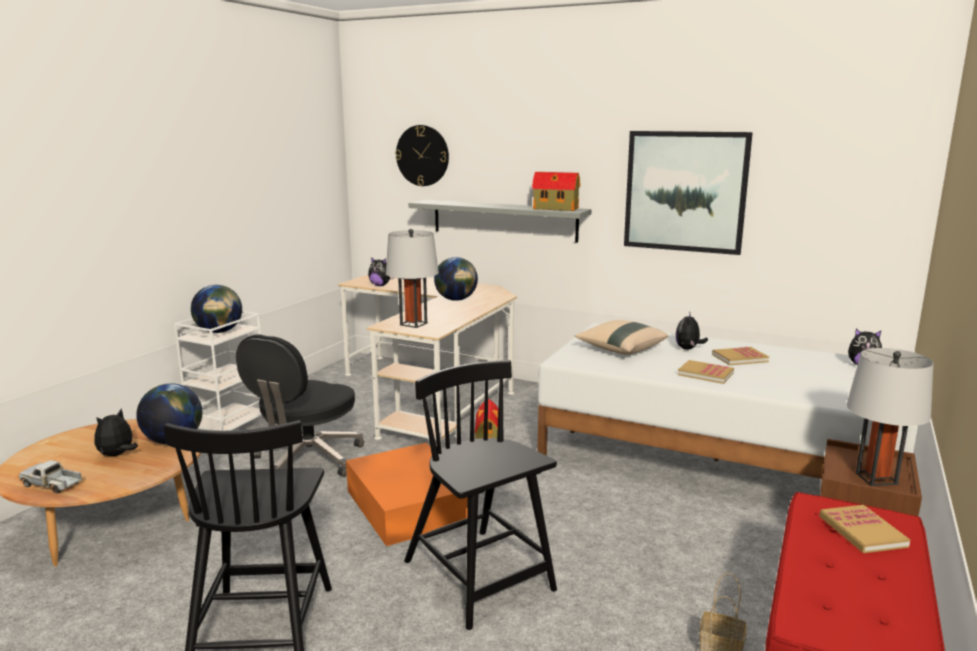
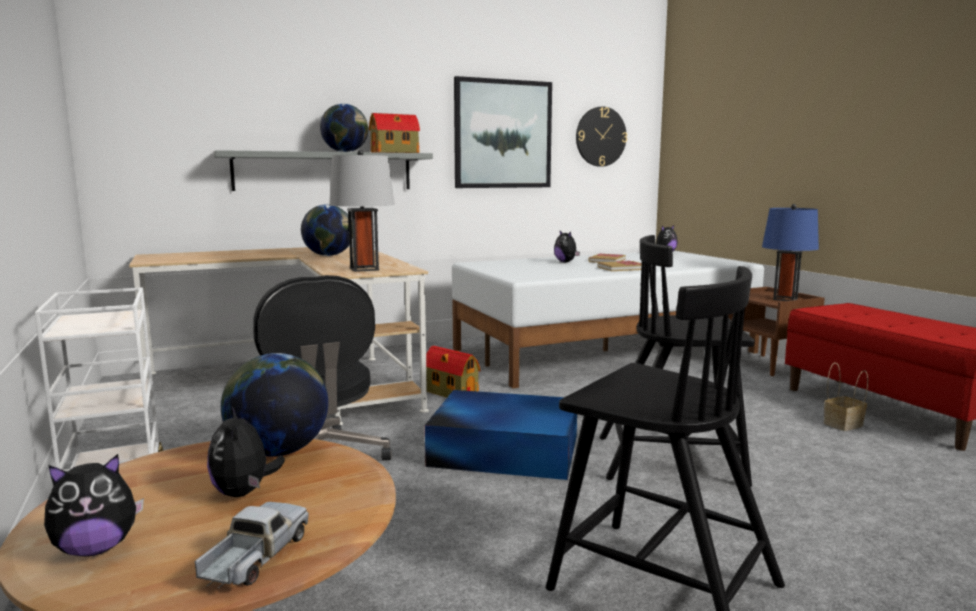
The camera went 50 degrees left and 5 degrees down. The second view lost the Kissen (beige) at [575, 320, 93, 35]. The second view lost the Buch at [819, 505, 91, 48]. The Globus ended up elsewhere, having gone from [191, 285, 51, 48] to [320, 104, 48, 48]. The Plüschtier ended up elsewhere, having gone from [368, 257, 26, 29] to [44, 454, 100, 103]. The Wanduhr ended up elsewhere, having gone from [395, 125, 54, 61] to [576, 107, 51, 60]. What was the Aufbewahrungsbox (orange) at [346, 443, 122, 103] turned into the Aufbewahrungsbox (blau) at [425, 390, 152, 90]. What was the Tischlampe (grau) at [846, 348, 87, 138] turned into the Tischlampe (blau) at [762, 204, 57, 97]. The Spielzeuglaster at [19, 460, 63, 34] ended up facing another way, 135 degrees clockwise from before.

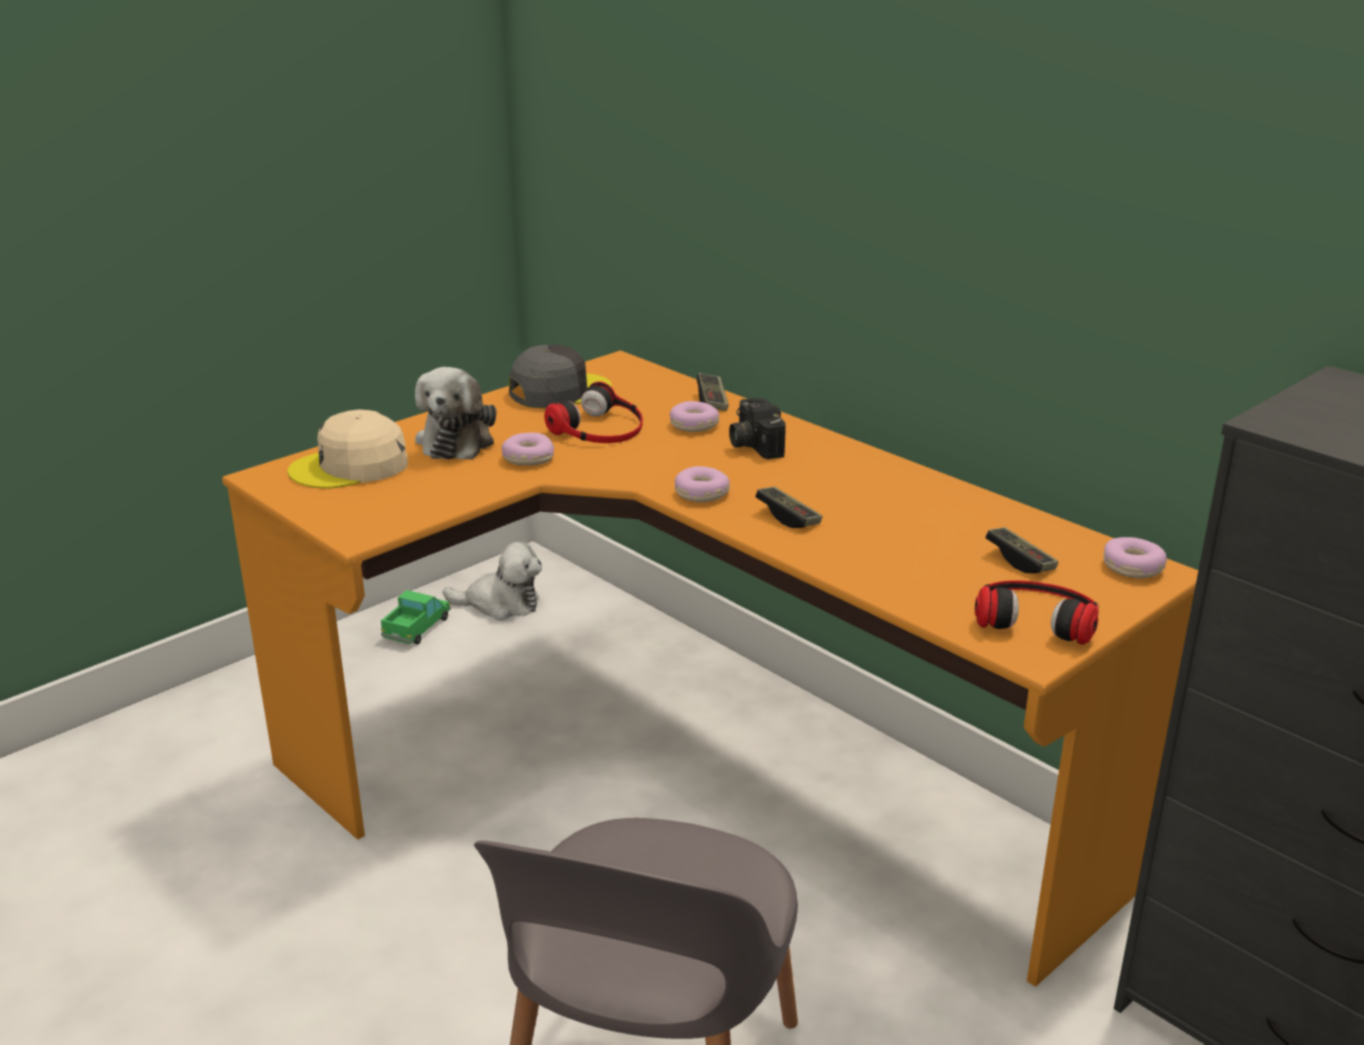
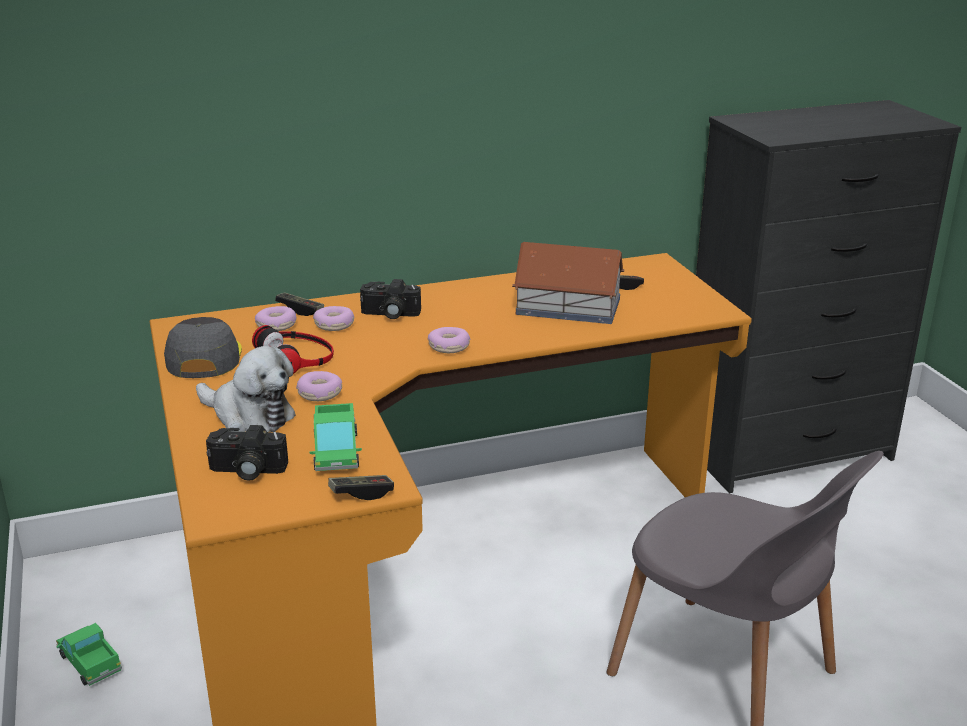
The camera went 65 degrees left and 0 degrees up. The second view lost the Plüschtier at [443, 542, 99, 79]. The second view lost the Kopfhörer at [975, 580, 124, 65]. The second view gained the Spielzeuglaster at [310, 403, 52, 68]. The second view gained the Spielzeughaus at [512, 242, 112, 82]. The Gamepad ended up elsewhere, having gone from [755, 487, 68, 41] to [328, 475, 66, 25]. The Donut ended up elsewhere, having gone from [1103, 537, 65, 41] to [255, 306, 42, 25]. Where the Kappe (beige) stood at [288, 409, 120, 80], the Kamera came to stand at [206, 425, 82, 56].

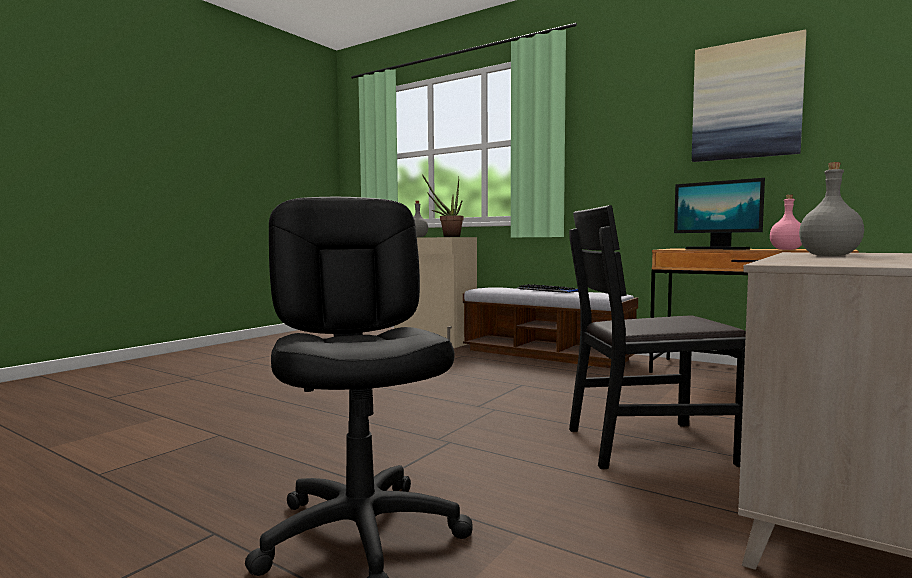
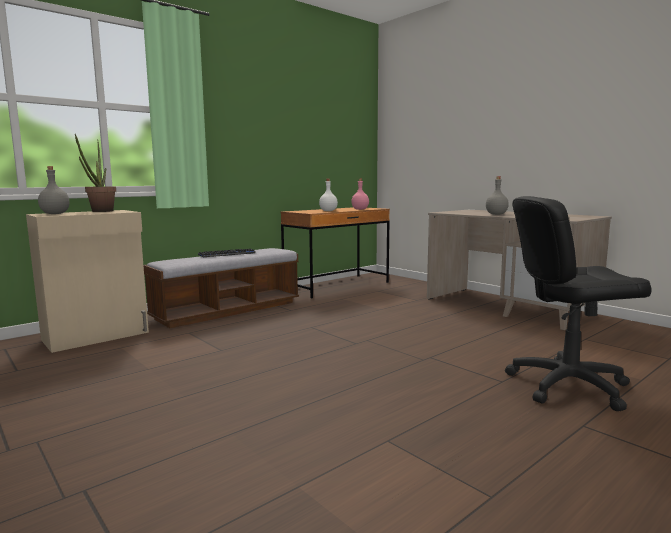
The camera went 75 degrees left and 5 degrees up. The second view lost the Stuhl (schwarz) at [569, 205, 177, 264]. The second view lost the Bild at [692, 30, 115, 132]. Where the Monitor stood at [674, 178, 91, 72], the Flasche (weiß) came to stand at [319, 179, 19, 32].

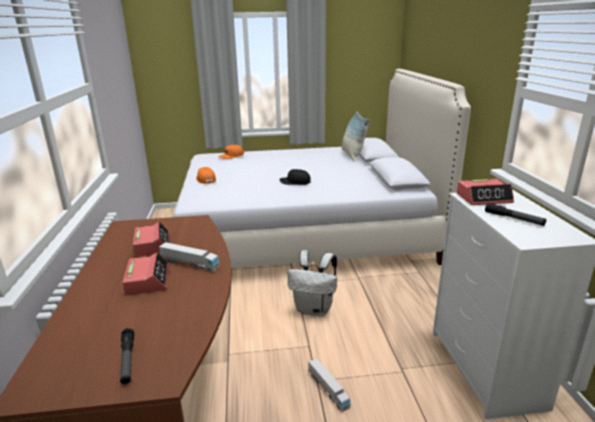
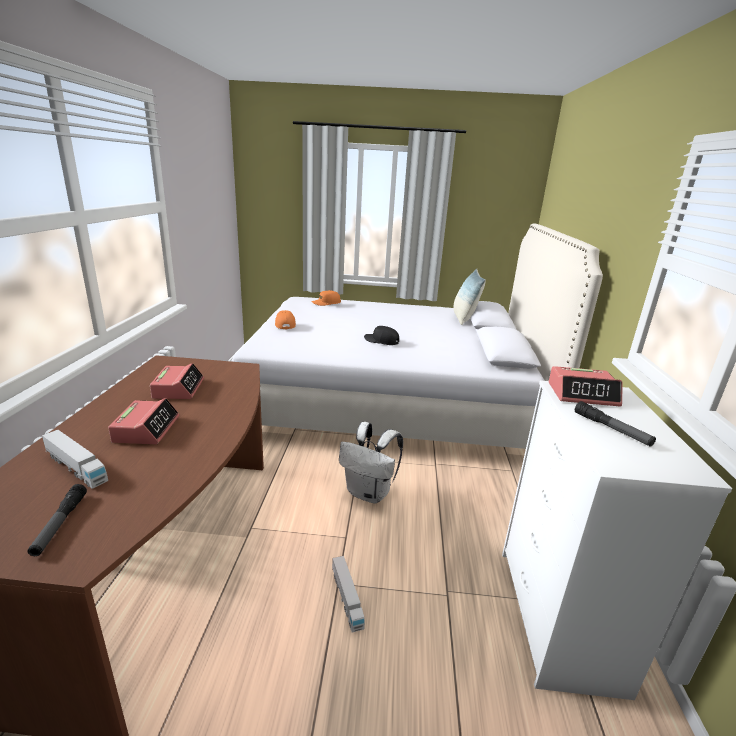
The camera went 10 degrees right and 0 degrees up. The Spielzeuglaster ended up elsewhere, having gone from [159, 242, 61, 30] to [42, 430, 66, 59].

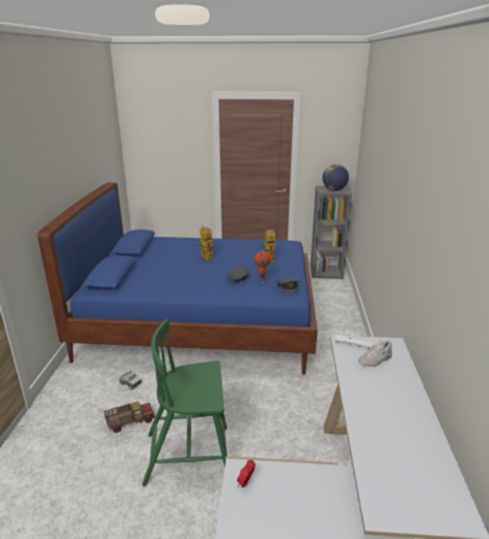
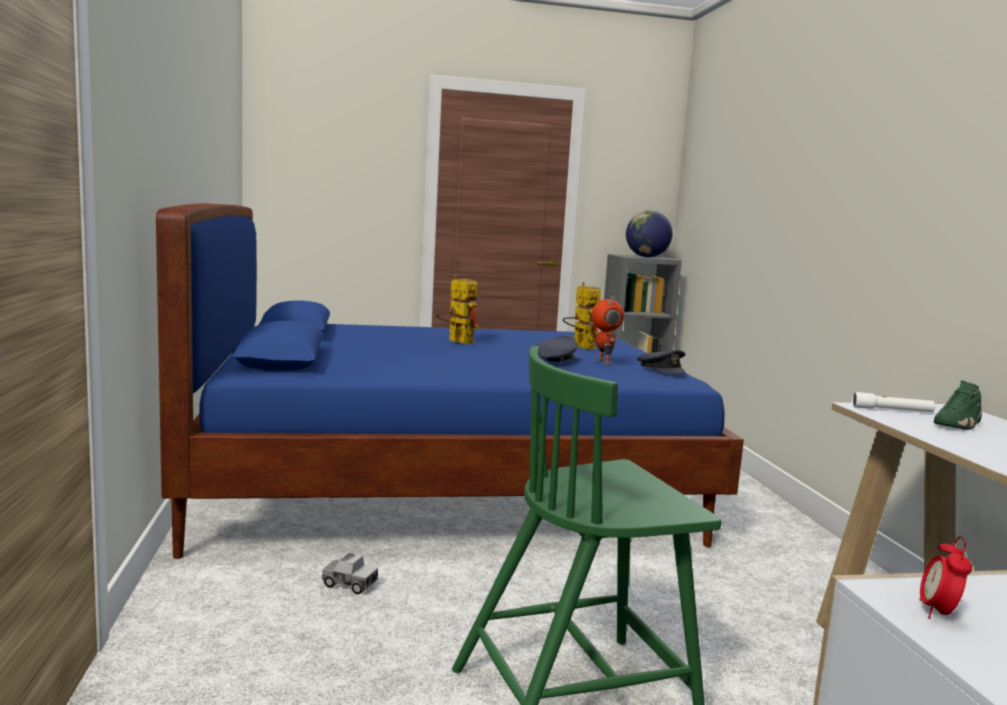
The camera went 15 degrees left and 15 degrees down. The second view lost the Spielzeuglaster at [104, 402, 51, 31]. What was the Schuh (weiß) at [358, 339, 34, 28] turned into the Schuh (grün) at [934, 380, 48, 50].

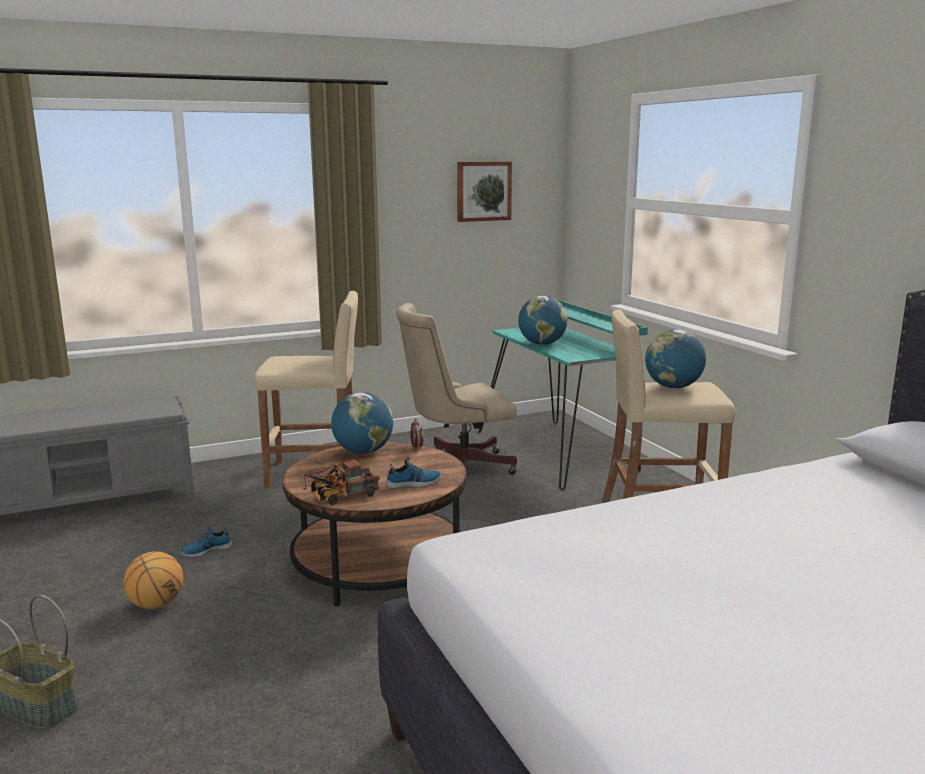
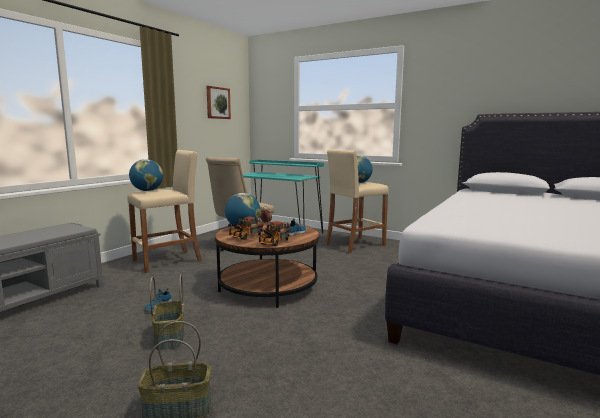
The camera went 35 degrees left and 5 degrees down. The second view gained the Spielzeuglaster at [229, 217, 35, 23]. The Globus ended up elsewhere, having gone from [518, 296, 50, 49] to [129, 159, 34, 32]. Where the Basketball stood at [124, 551, 59, 58], the Korb came to stand at [150, 275, 34, 75].

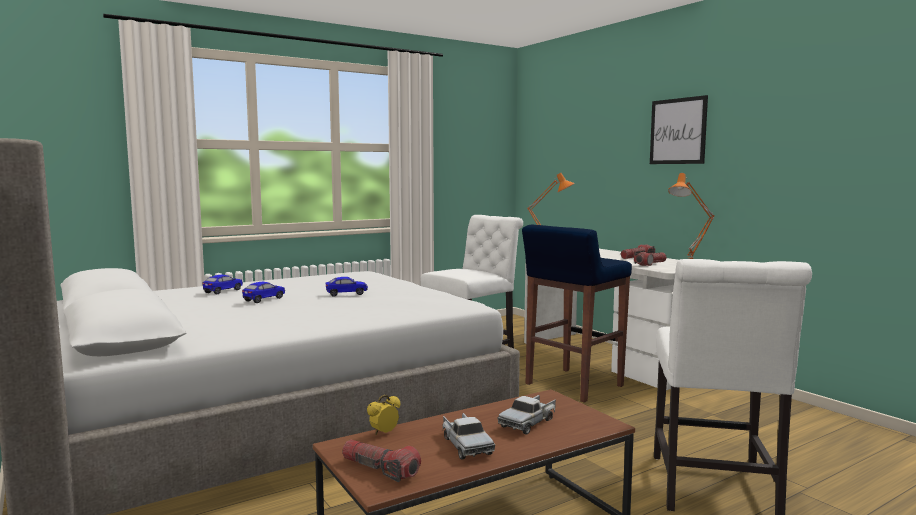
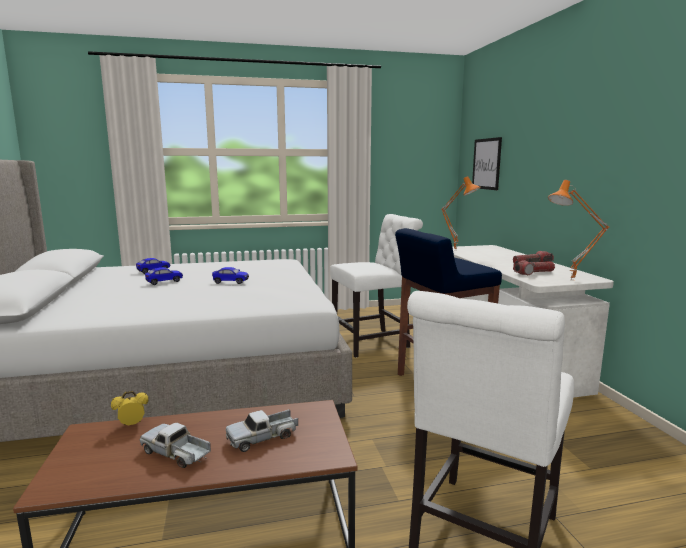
The camera went 20 degrees right and 5 degrees up. The second view lost the Taschenlampe at [342, 440, 79, 42]. The Bild ended up elsewhere, having gone from [650, 95, 58, 69] to [472, 137, 30, 53]. The Spielzeuglaster at [443, 413, 52, 46] ended up facing another way, 120 degrees clockwise from before.

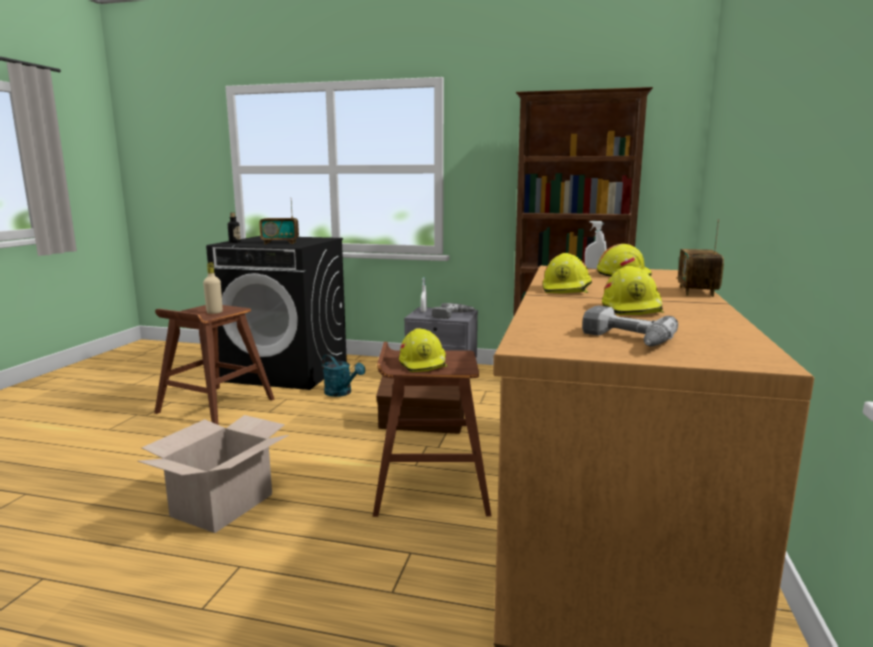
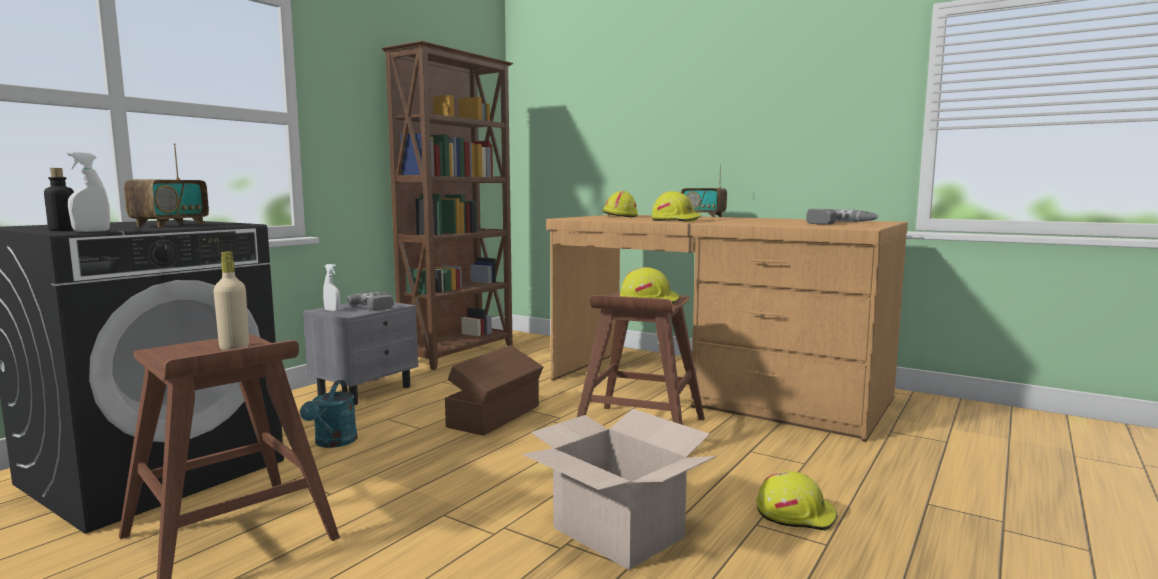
The camera went 70 degrees left and 5 degrees down. The Sprühflasche (weiß) ended up elsewhere, having gone from [585, 221, 22, 48] to [67, 152, 43, 80]. The Schutzhelm (gelb) ended up elsewhere, having gone from [602, 266, 62, 49] to [756, 471, 82, 60]. The Gießkanne (türkis) at [322, 354, 43, 43] ended up facing another way, 120 degrees clockwise from before.

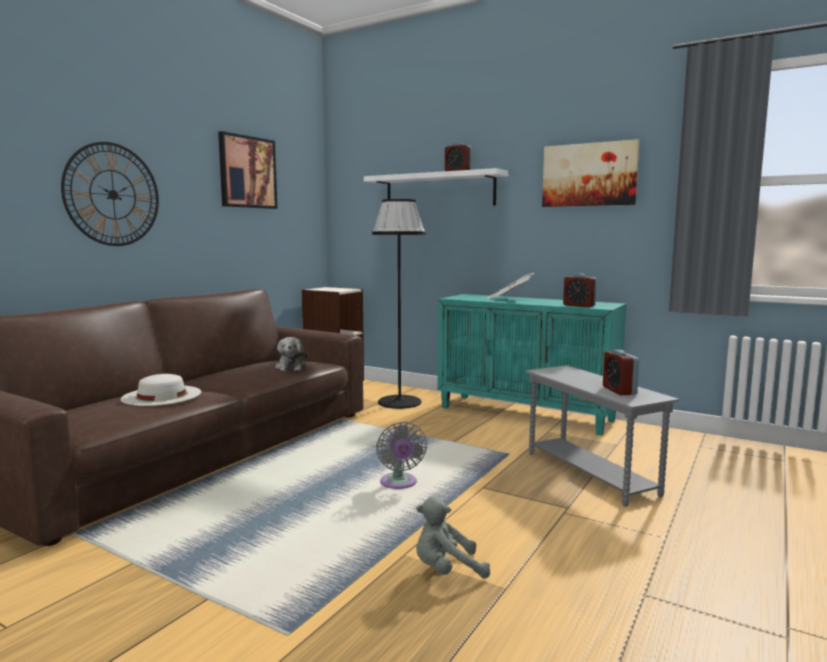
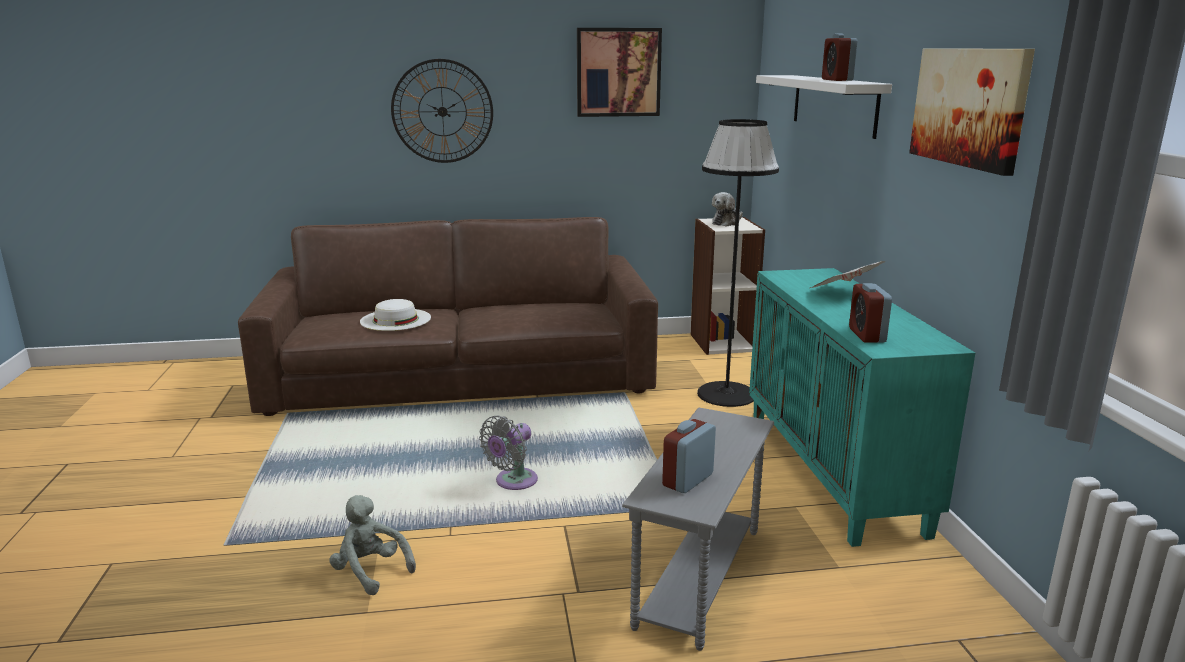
The camera went 50 degrees right and 10 degrees up. The Plüschtier ended up elsewhere, having gone from [275, 337, 33, 34] to [712, 192, 31, 35].

